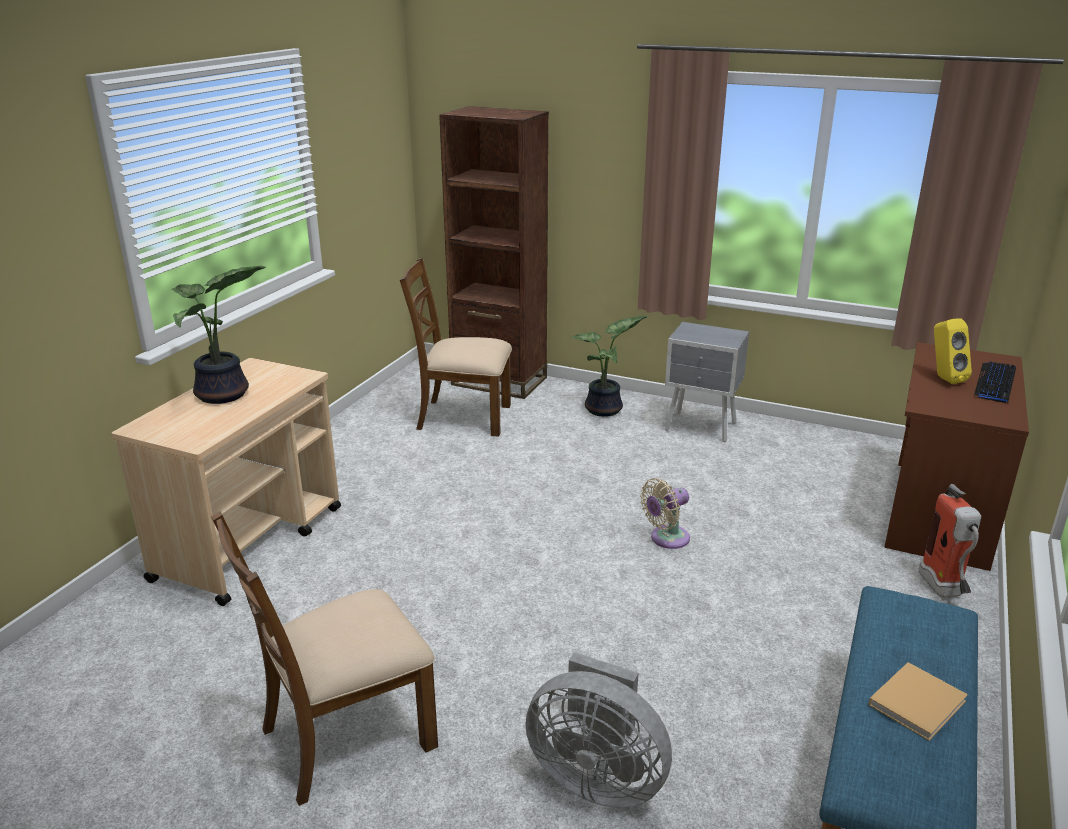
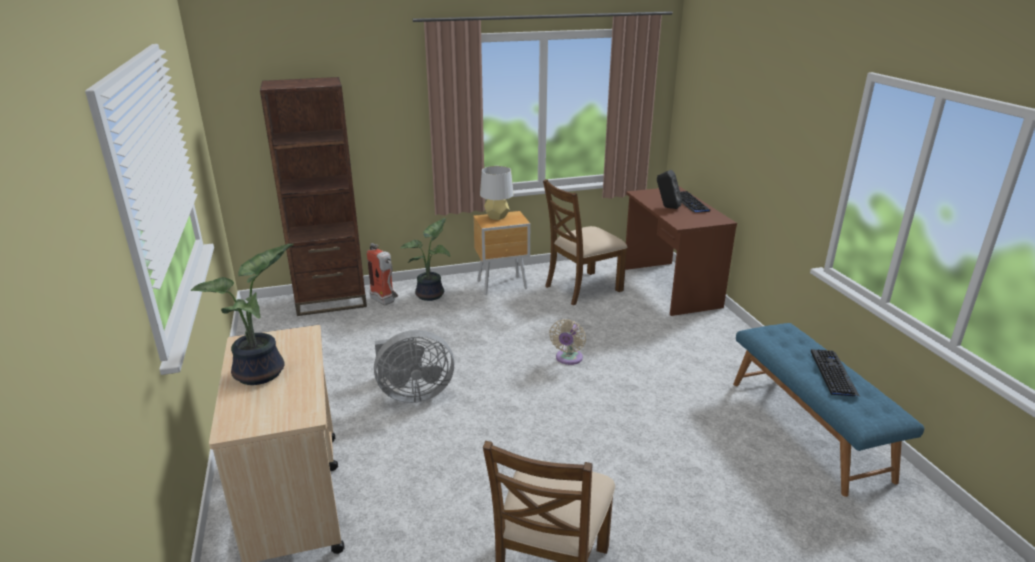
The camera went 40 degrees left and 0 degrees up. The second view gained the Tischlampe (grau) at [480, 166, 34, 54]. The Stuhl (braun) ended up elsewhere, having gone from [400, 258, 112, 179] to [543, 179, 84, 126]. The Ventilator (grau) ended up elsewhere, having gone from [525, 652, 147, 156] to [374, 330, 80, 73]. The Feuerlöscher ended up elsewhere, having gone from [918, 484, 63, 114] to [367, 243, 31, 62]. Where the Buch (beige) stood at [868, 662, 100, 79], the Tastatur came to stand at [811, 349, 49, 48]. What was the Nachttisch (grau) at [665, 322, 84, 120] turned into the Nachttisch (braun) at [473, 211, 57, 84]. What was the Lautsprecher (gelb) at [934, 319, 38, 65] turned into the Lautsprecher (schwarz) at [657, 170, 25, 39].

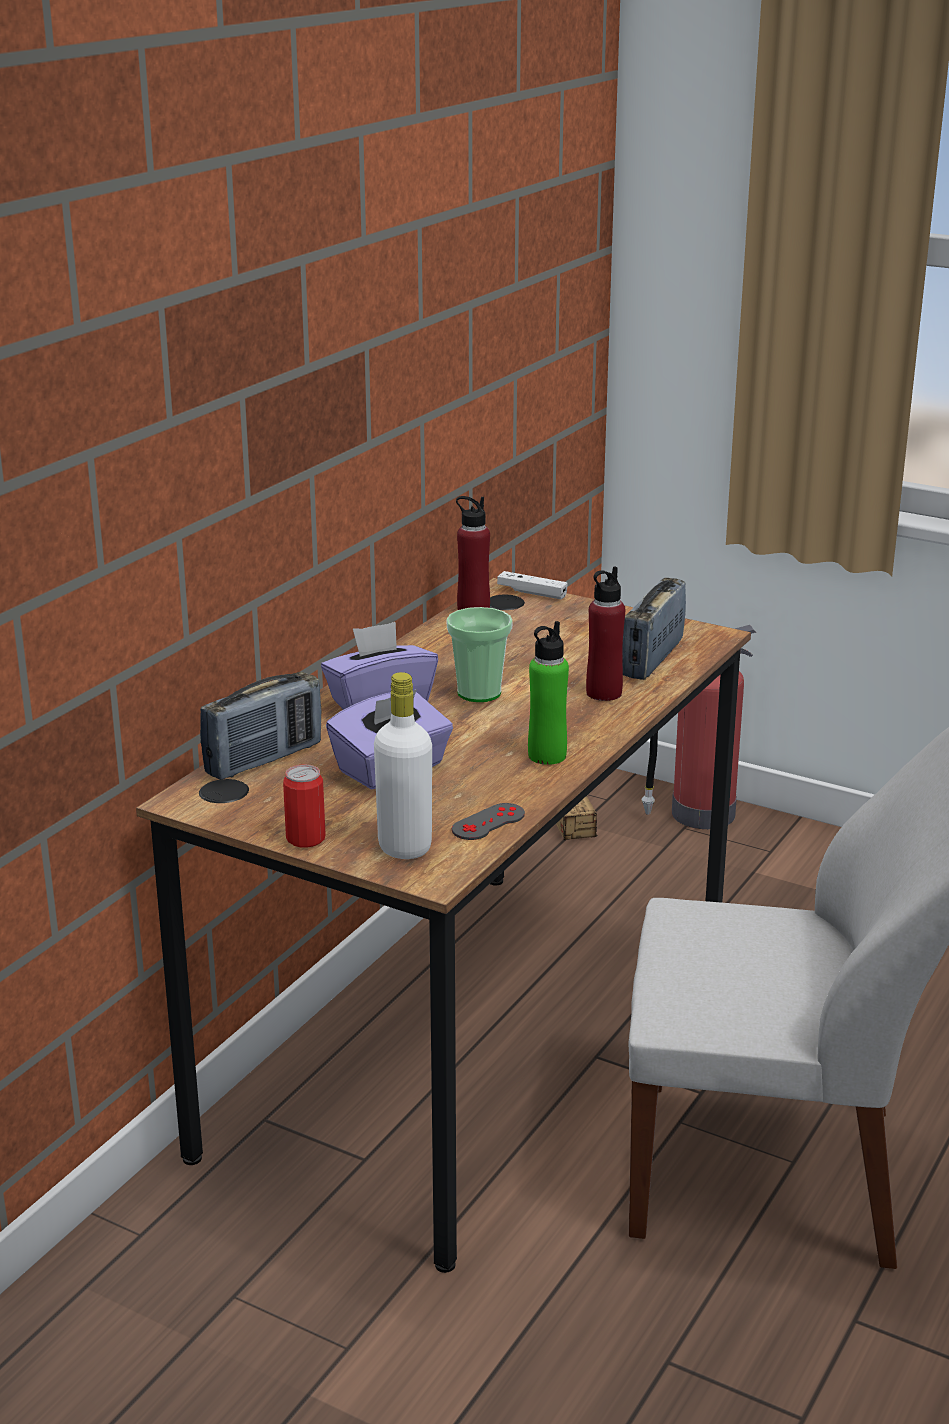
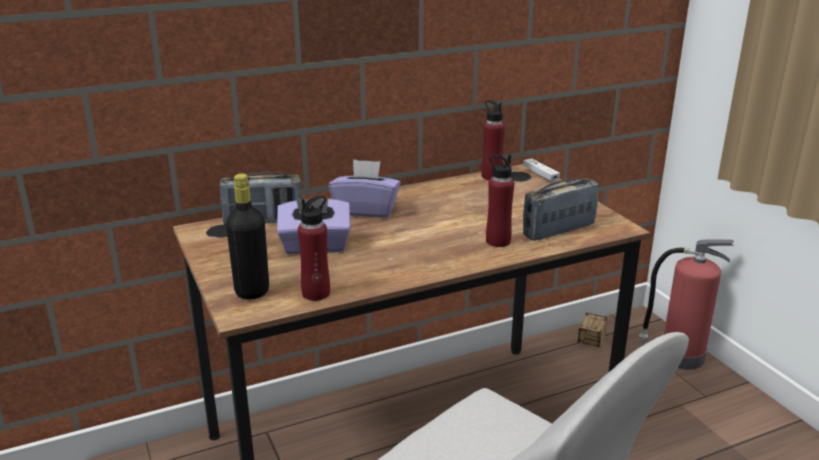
The camera went 35 degrees right and 0 degrees up. The second view lost the Dose at [283, 765, 43, 83]. The second view lost the Tasse at [446, 607, 67, 95]. The second view lost the Flasche (grün) at [528, 621, 41, 144]. Where the Gamepad (grau) stood at [452, 803, 73, 37], the Flasche (rot) came to stand at [298, 196, 32, 105]. What was the Flasche (weiß) at [374, 672, 58, 187] turned into the Flasche (schwarz) at [226, 173, 43, 127].

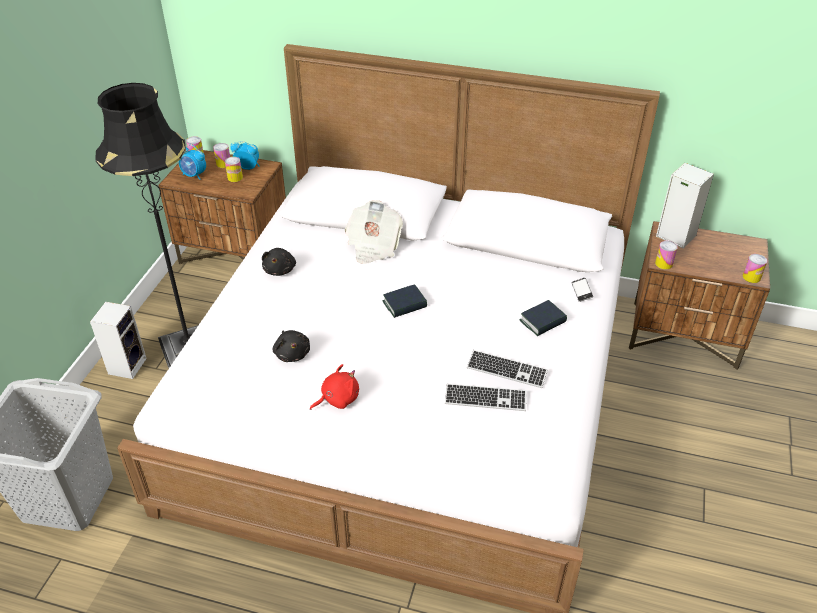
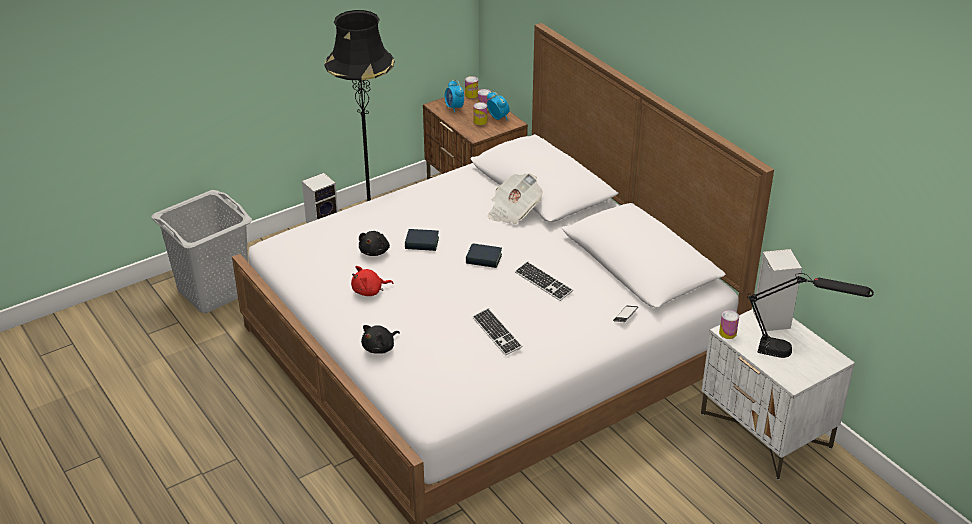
The camera went 40 degrees right and 5 degrees down. The second view lost the Dose at [743, 254, 24, 29]. The second view gained the Tischlampe (schwarz) at [747, 273, 127, 85]. The Plüschtier (schwarz) ended up elsewhere, having gone from [262, 248, 34, 28] to [361, 325, 39, 29]. The Tastatur ended up elsewhere, having gone from [445, 383, 82, 28] to [515, 261, 58, 40]. The Buch ended up elsewhere, having gone from [520, 300, 47, 36] to [405, 229, 34, 22]. What was the Nachttisch (braun) at [629, 221, 141, 149] turned into the Nachttisch (weiß) at [701, 309, 154, 171]. The Plüschtier (rot) at [310, 364, 49, 46] ended up facing another way, 150 degrees clockwise from before.

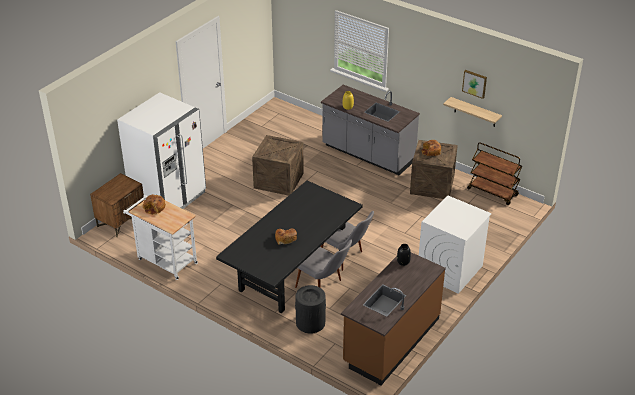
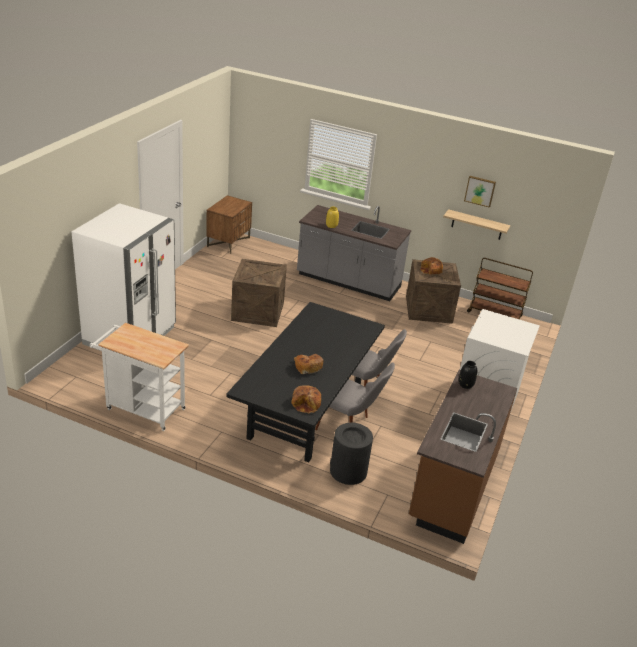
The camera went 15 degrees left and 5 degrees down. The Nachttisch (braun) ended up elsewhere, having gone from [90, 173, 54, 64] to [206, 195, 46, 59]. The Brot ended up elsewhere, having gone from [143, 195, 23, 20] to [291, 385, 30, 28].

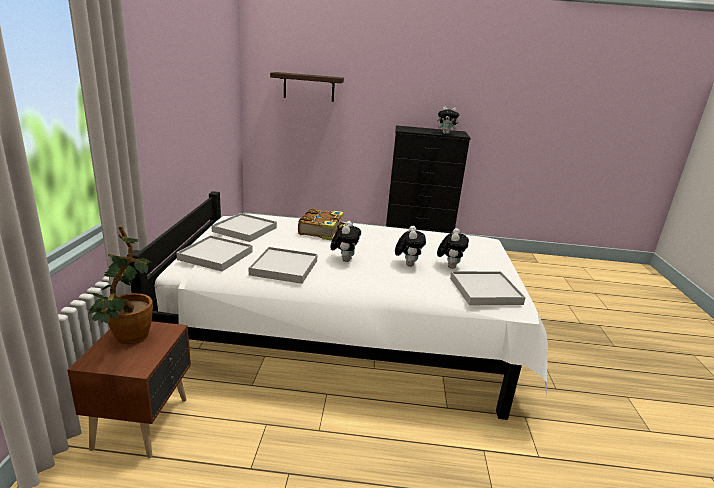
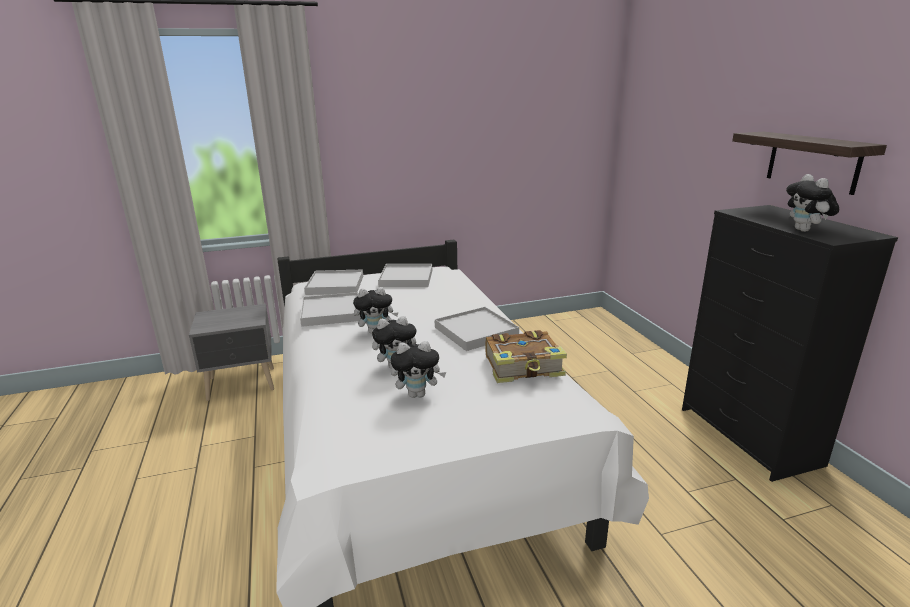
The camera went 70 degrees right and 0 degrees up. The second view lost the Topfpflanze at [88, 226, 65, 119]. The Wandregal ended up elsewhere, having gone from [270, 72, 74, 30] to [732, 132, 155, 63]. The Buch ended up elsewhere, having gone from [298, 209, 47, 32] to [486, 330, 81, 53]. The Tablett (weiß) ended up elsewhere, having gone from [450, 271, 76, 34] to [435, 307, 84, 44]. What was the Nachttisch (braun) at [67, 321, 124, 137] turned into the Nachttisch (grau) at [189, 304, 85, 97].

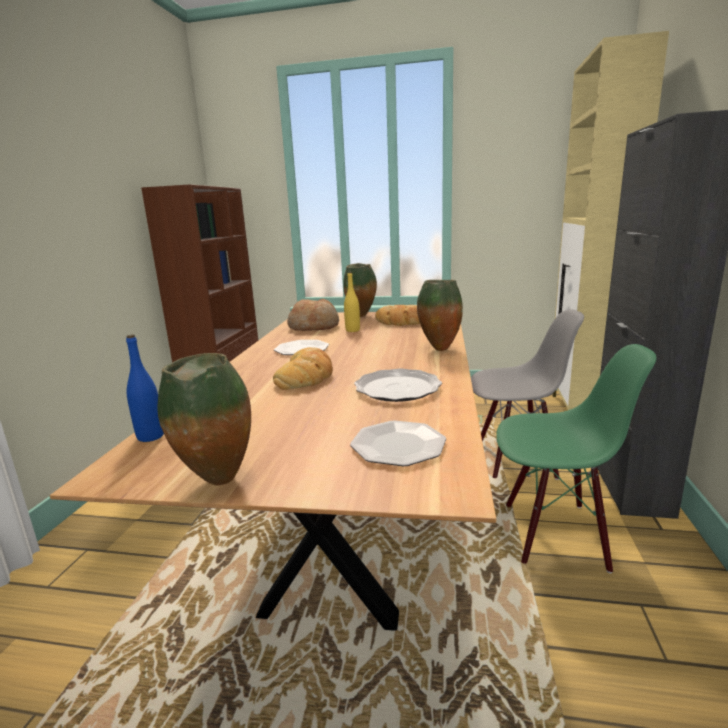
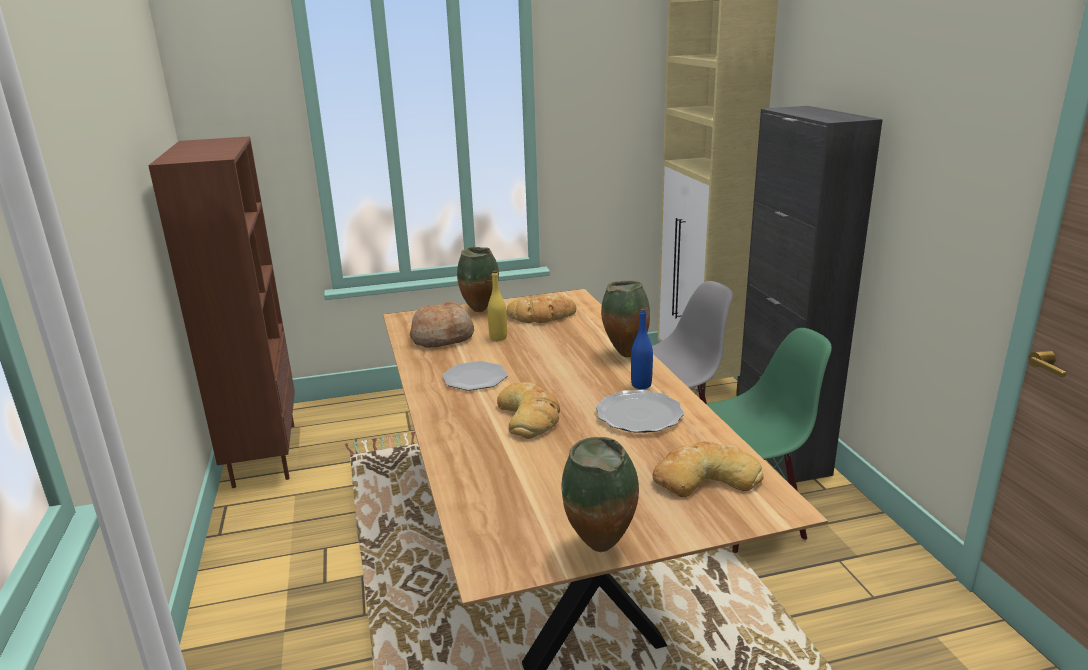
The camera went 25 degrees left and 5 degrees up. The Flasche (blau) ended up elsewhere, having gone from [126, 334, 38, 108] to [631, 308, 22, 81]. Where the Teller stood at [350, 421, 96, 45], the Brot came to stand at [652, 441, 112, 56].

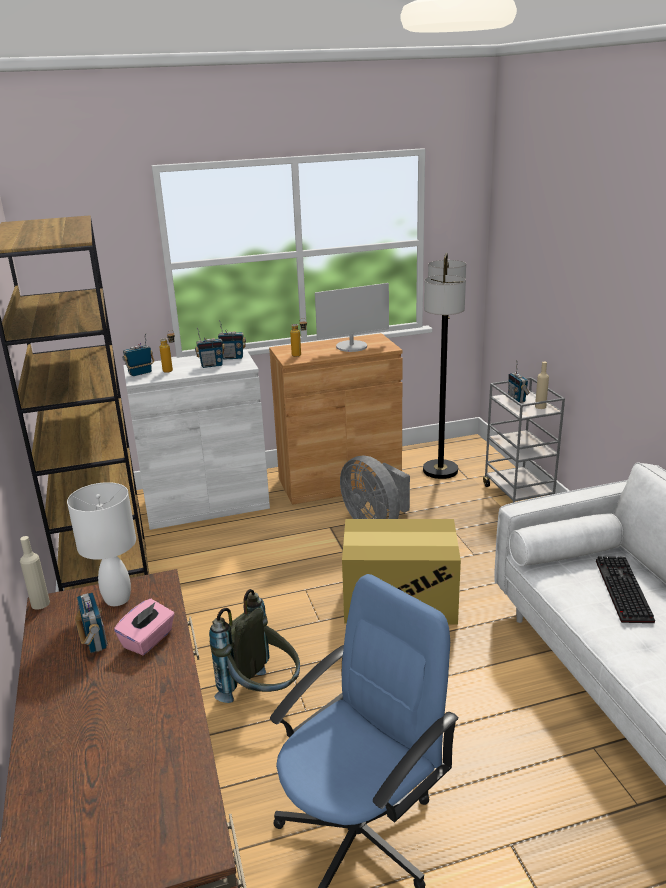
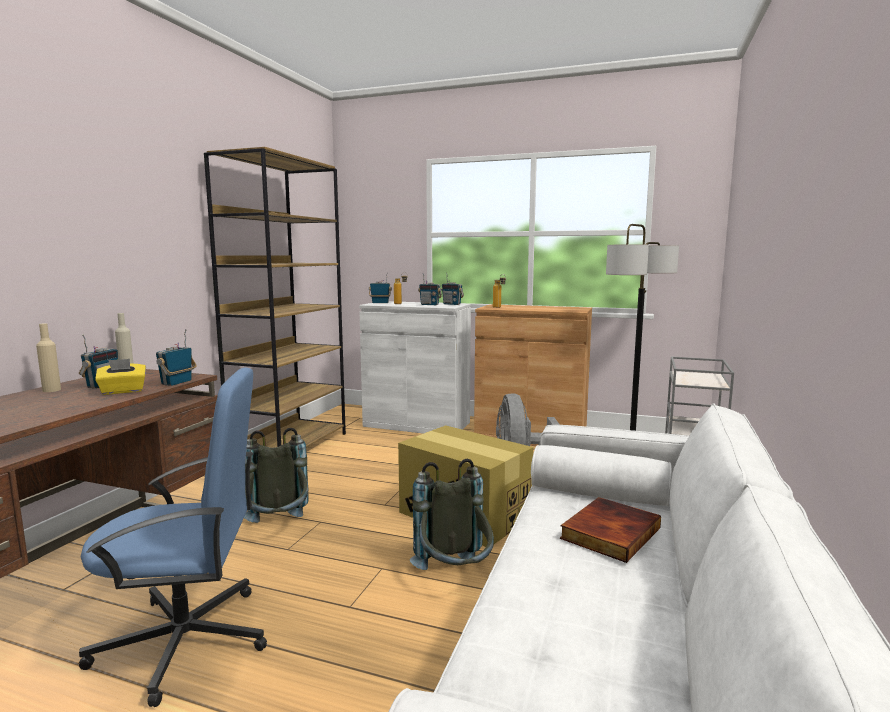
The camera went 35 degrees right and 15 degrees down. The second view lost the Tischlampe (weiß) at [67, 482, 69, 124]. The second view lost the Monitor at [315, 283, 74, 69]. The second view gained the Rucksack (grau) at [410, 459, 84, 111]. The Radio ended up elsewhere, having gone from [508, 360, 22, 43] to [156, 329, 40, 57]. The Flasche (beige) ended up elsewhere, having gone from [535, 362, 14, 47] to [36, 323, 25, 69]. Where the Tastatur stood at [596, 556, 59, 67], the Buch came to stand at [560, 497, 101, 66]. What was the Taschentuchbox (rosa) at [114, 599, 61, 56] turned into the Taschentuchbox (gelb) at [95, 359, 51, 36].

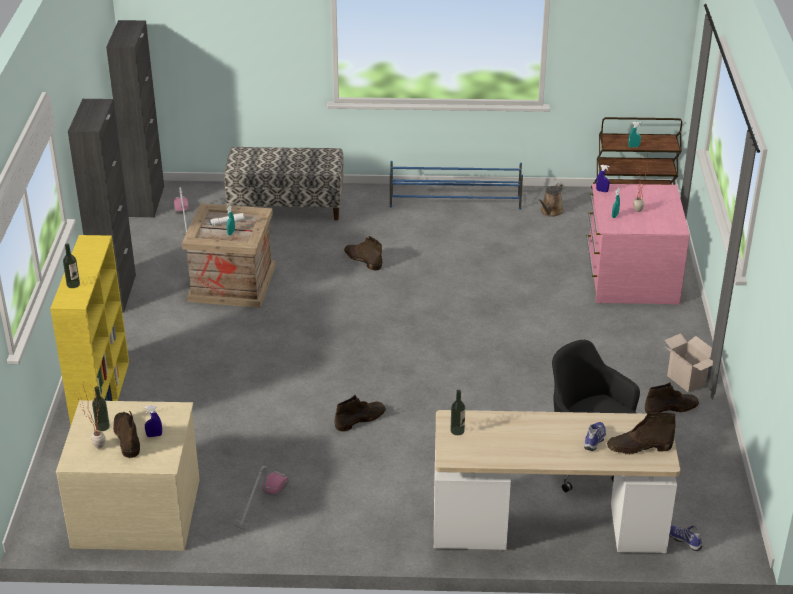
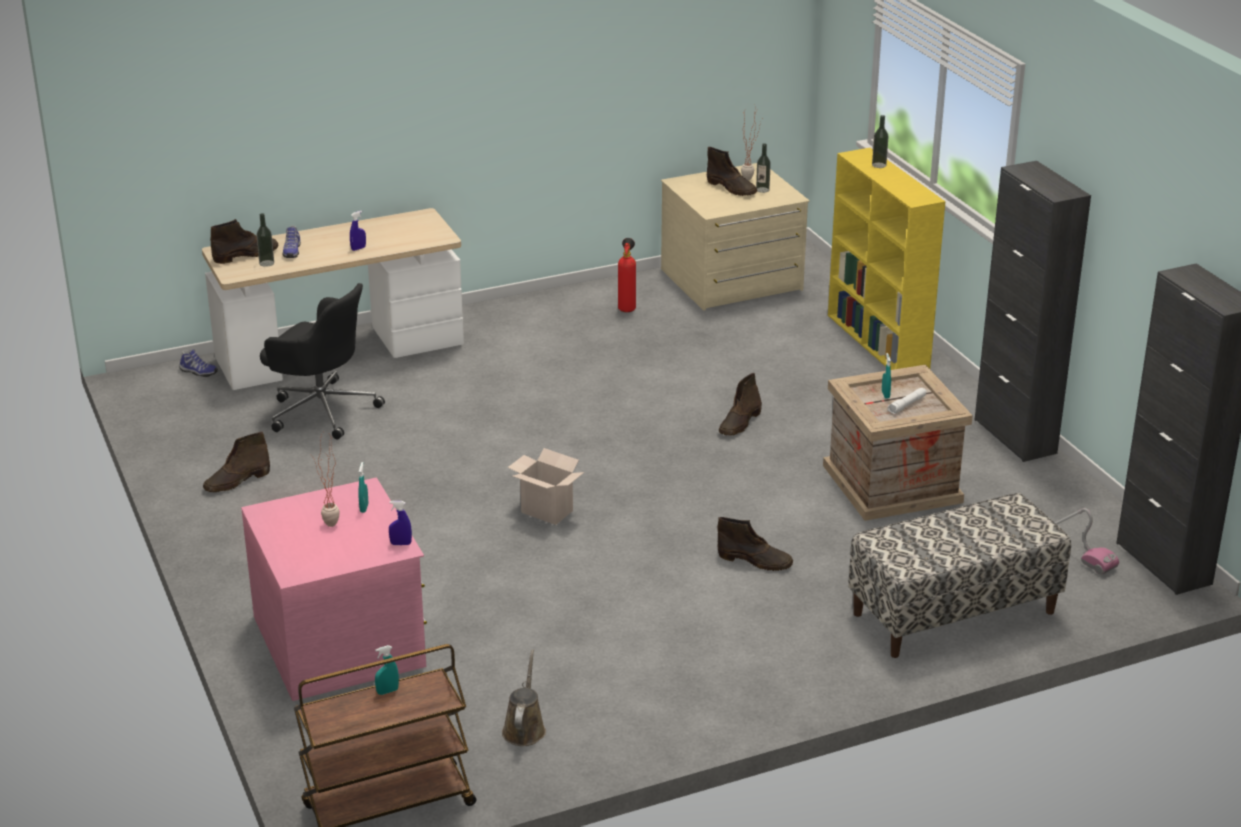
The camera went 155 degrees right and 5 degrees down. The second view lost the Schuhregal (blau) at [390, 161, 133, 48]. The Sprühflasche (blau) ended up elsewhere, having gone from [144, 406, 18, 31] to [350, 211, 16, 40]. The Stiefel (braun) ended up elsewhere, having gone from [334, 395, 52, 37] to [719, 373, 43, 63]. The Flasche ended up elsewhere, having gone from [450, 390, 15, 45] to [256, 213, 18, 54]. The Karton ended up elsewhere, having gone from [665, 333, 48, 59] to [508, 448, 76, 77]. Where the Staubsauger stood at [233, 466, 56, 65], the Feuerlöscher came to stand at [618, 238, 18, 74].

